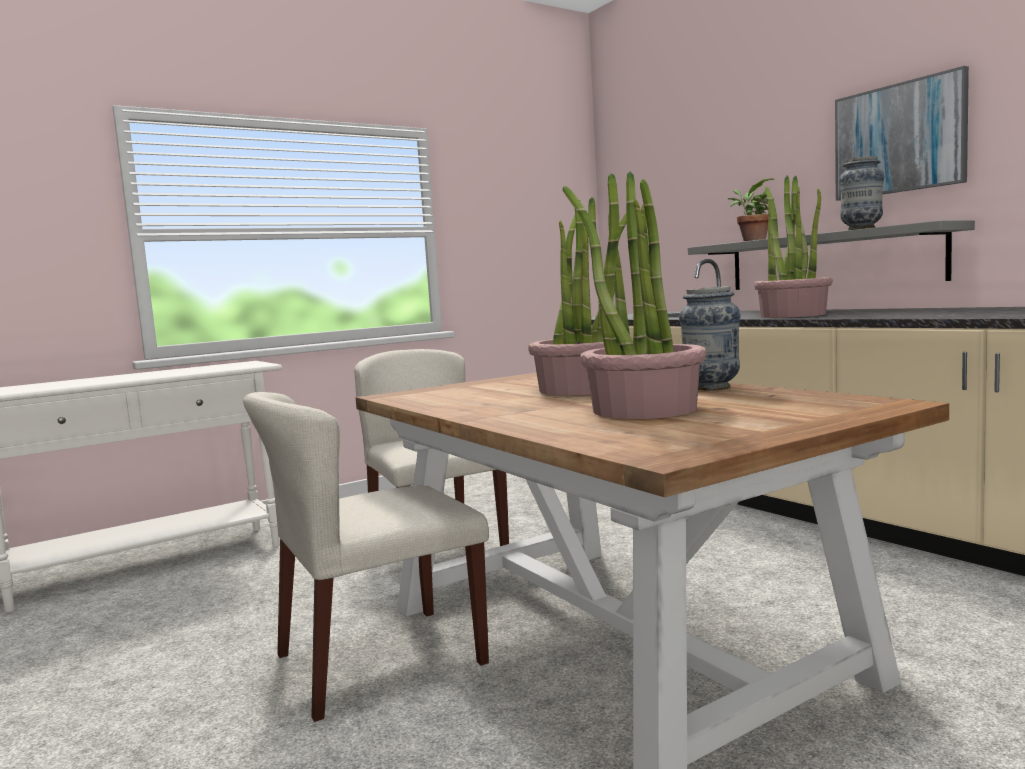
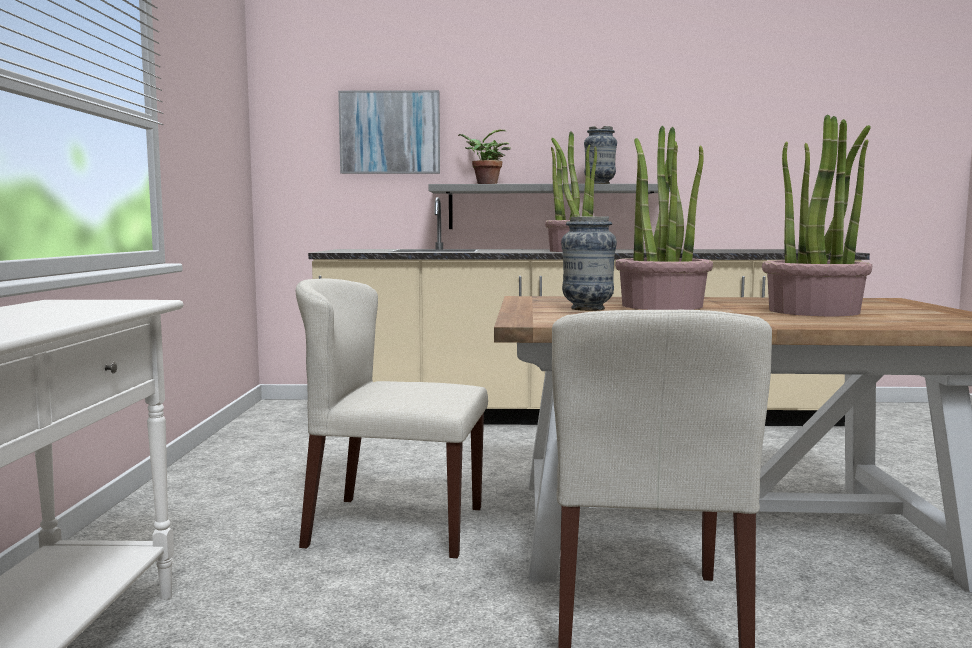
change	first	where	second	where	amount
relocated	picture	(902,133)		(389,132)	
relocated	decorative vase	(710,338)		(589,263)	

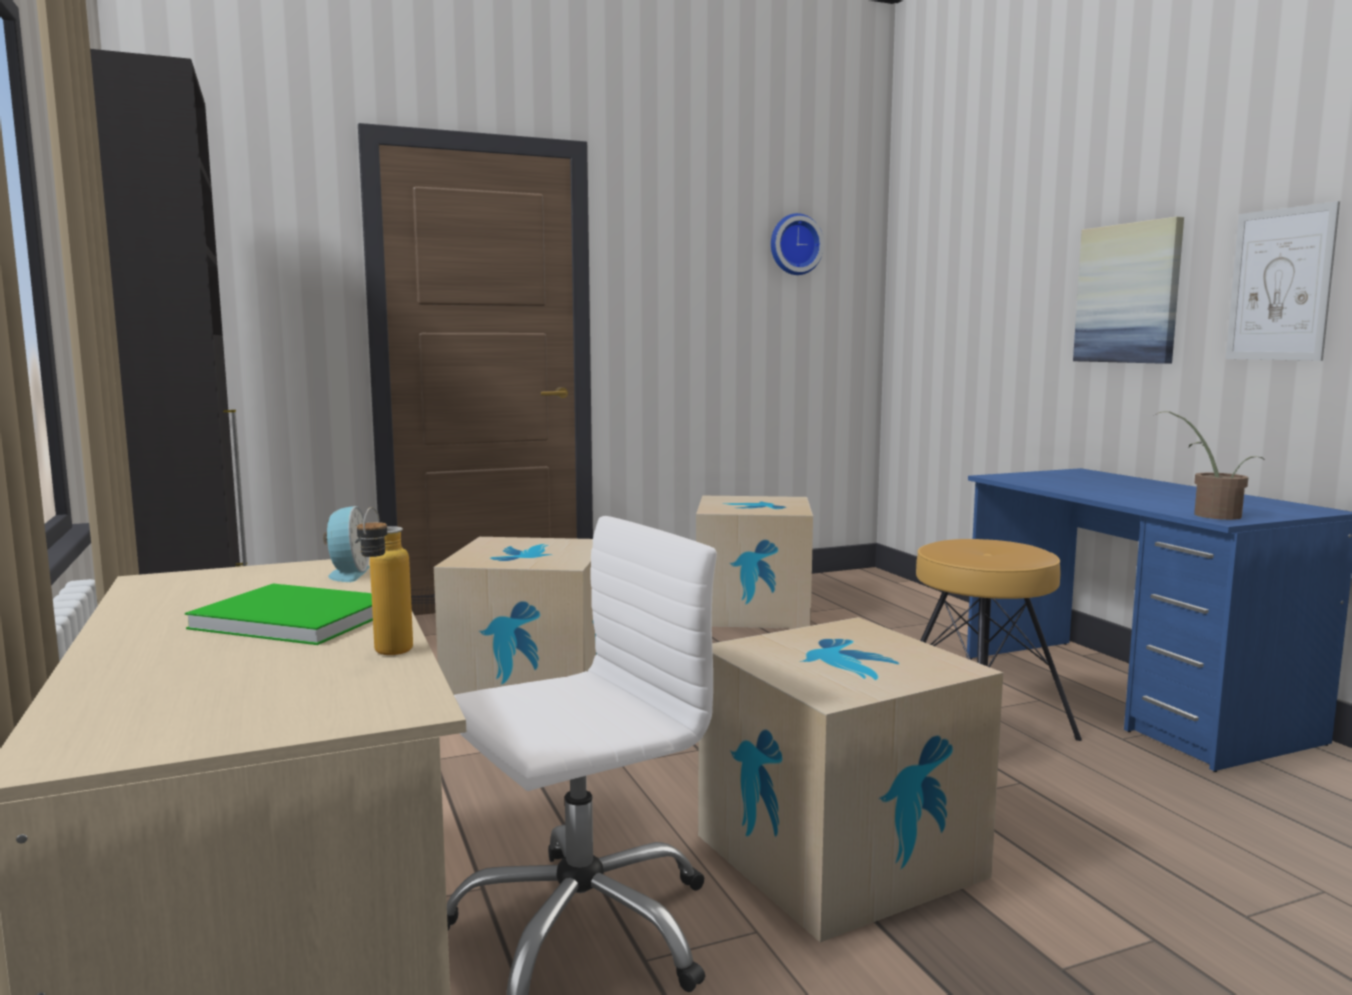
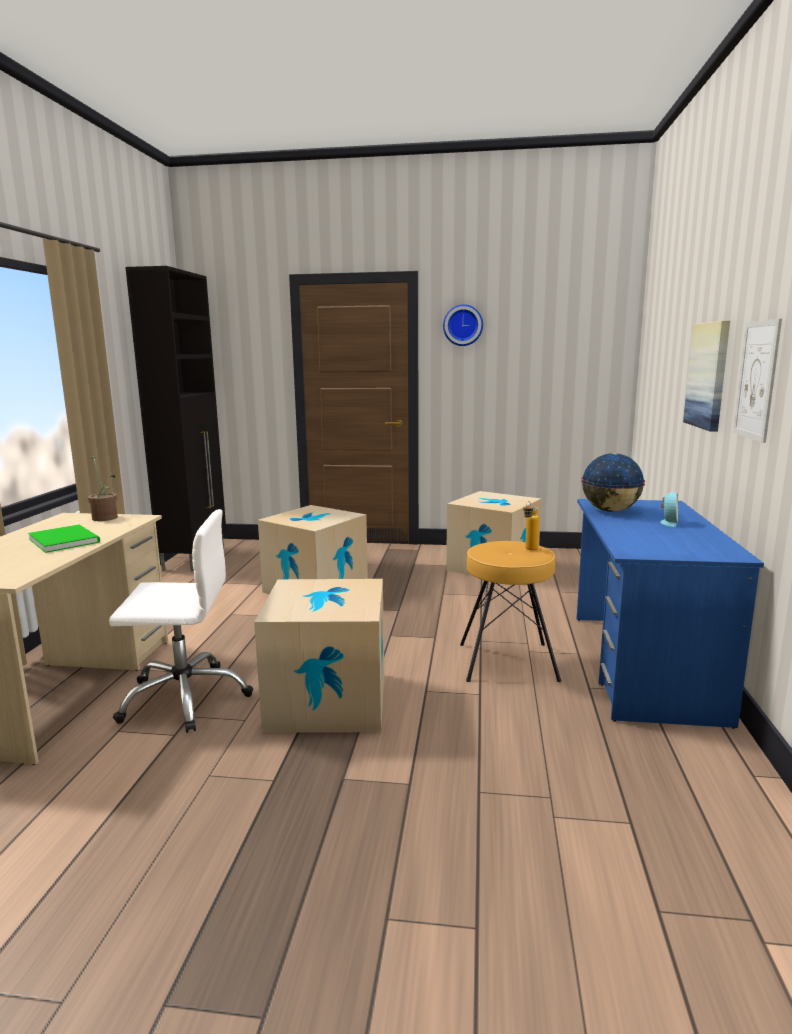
change	first	where	second	where	amount
relocated	potted plant	(1210,465)		(103,488)	
relocated	wall clock	(797,244)		(463,325)	
relocated	bottle	(385,581)		(531,525)	
appeared			globe	(613,482)	
relocated	bedside clock	(346,544)		(669,509)	

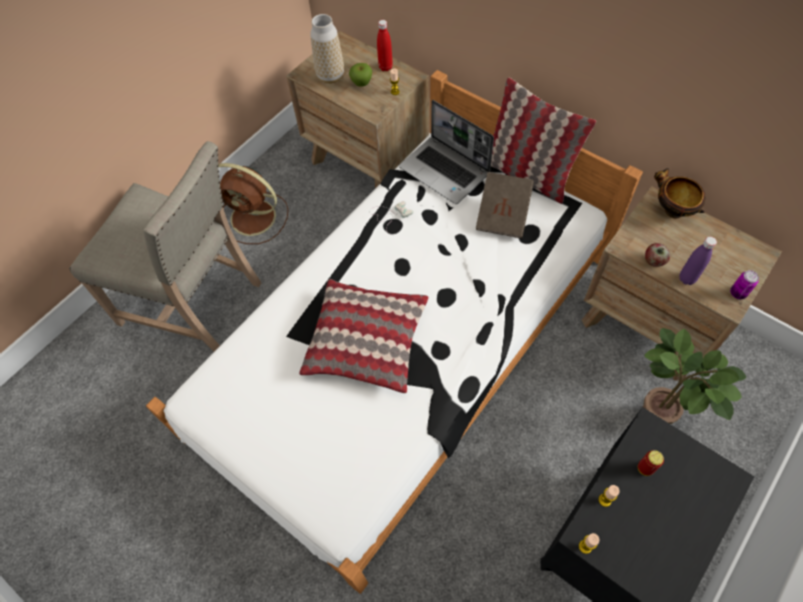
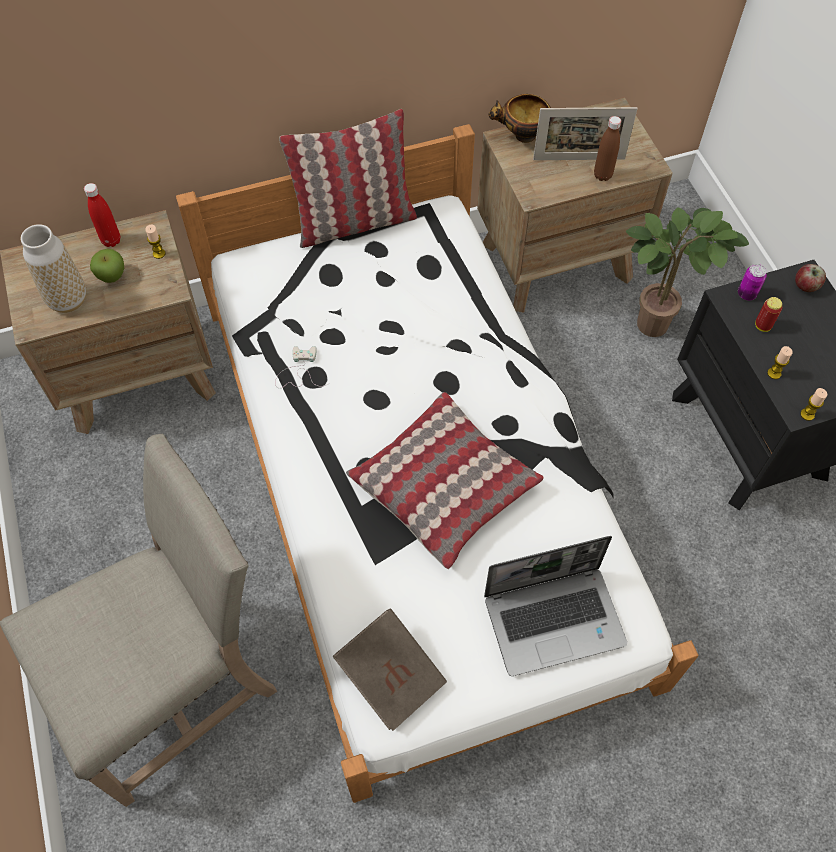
change	first	where	second	where	amount
relocated	book (brownish)	(505,205)		(389,669)	
relocated	laptop	(446,152)		(555,606)	
appeared			picture frame	(585,133)	
colour	bottle (purple)	(698,261)	bottle (brownish)	(607,148)	
relocated	can	(744,284)		(752,282)	
relocated	whole apple	(657,255)		(810,278)	
missing	cooling fan (brownish)	(253,203)			

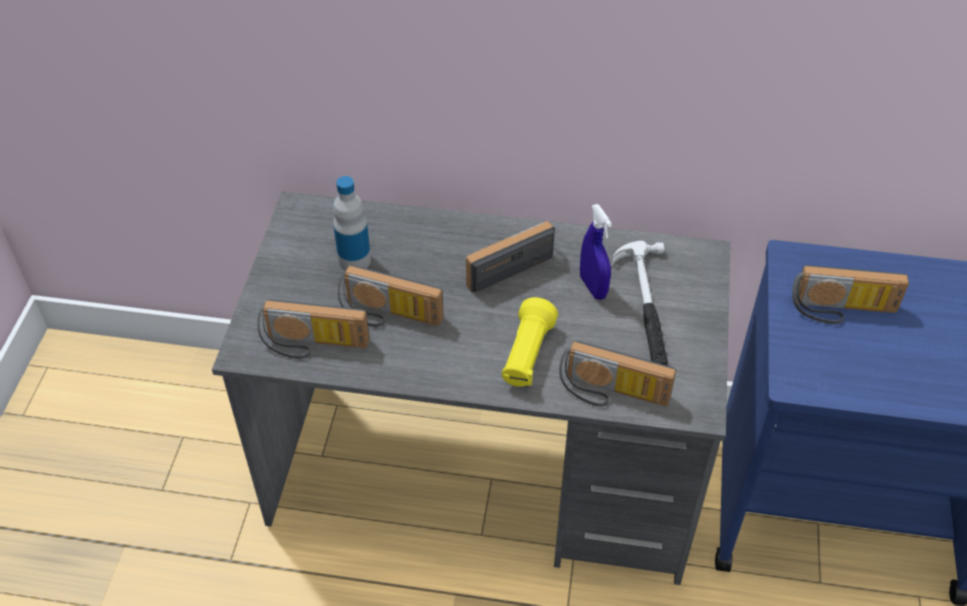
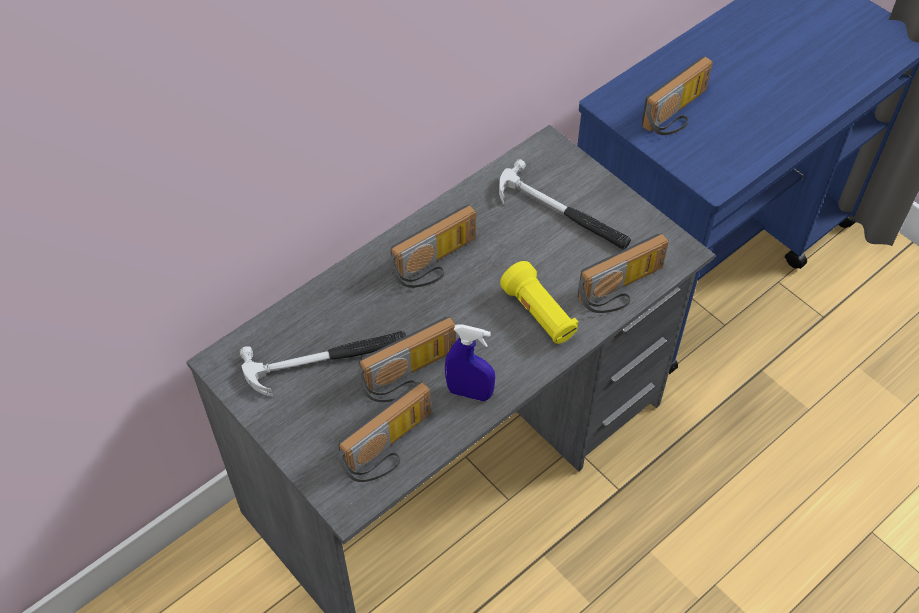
change	first	where	second	where	amount
exchanged	bottle	(352,223)	hammer	(323,364)	
spun	radio set	(511,257)		(433,246)	135 degrees counterclockwise
relocated	hand sprayer (blue-coloured)	(596,252)		(470,362)	

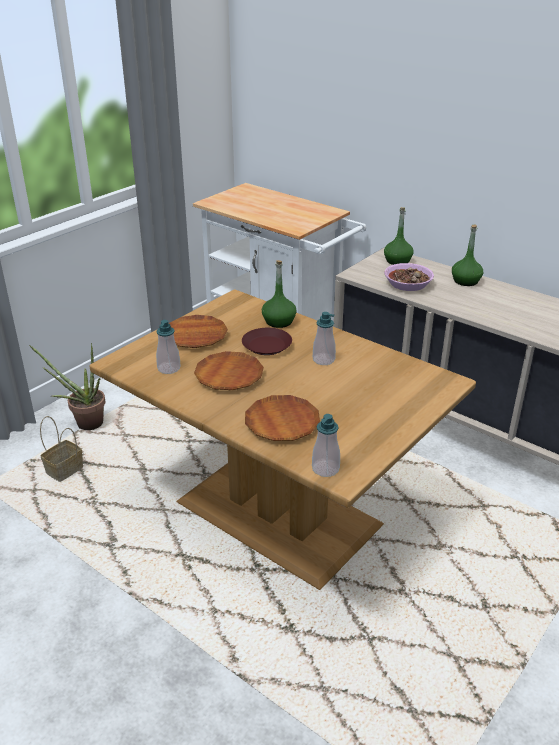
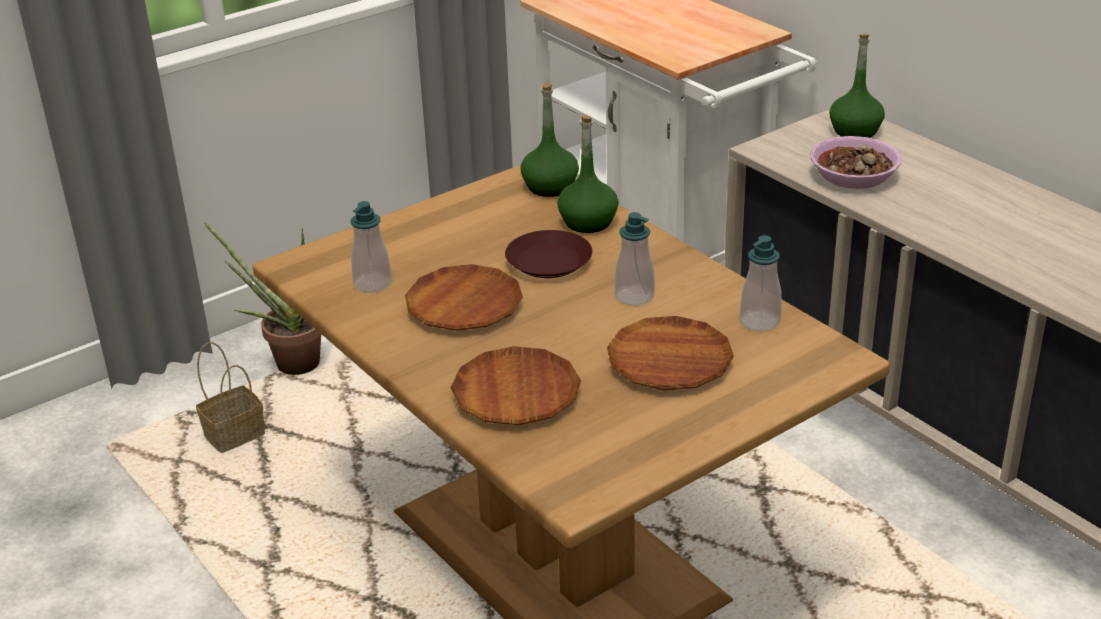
change	first	where	second	where	amount
relocated	bottle (green)	(467,255)		(549,140)	
relocated	flat dish (brownish)	(198,331)		(670,353)	
relocated	soap dispenser	(326,445)		(761,283)	

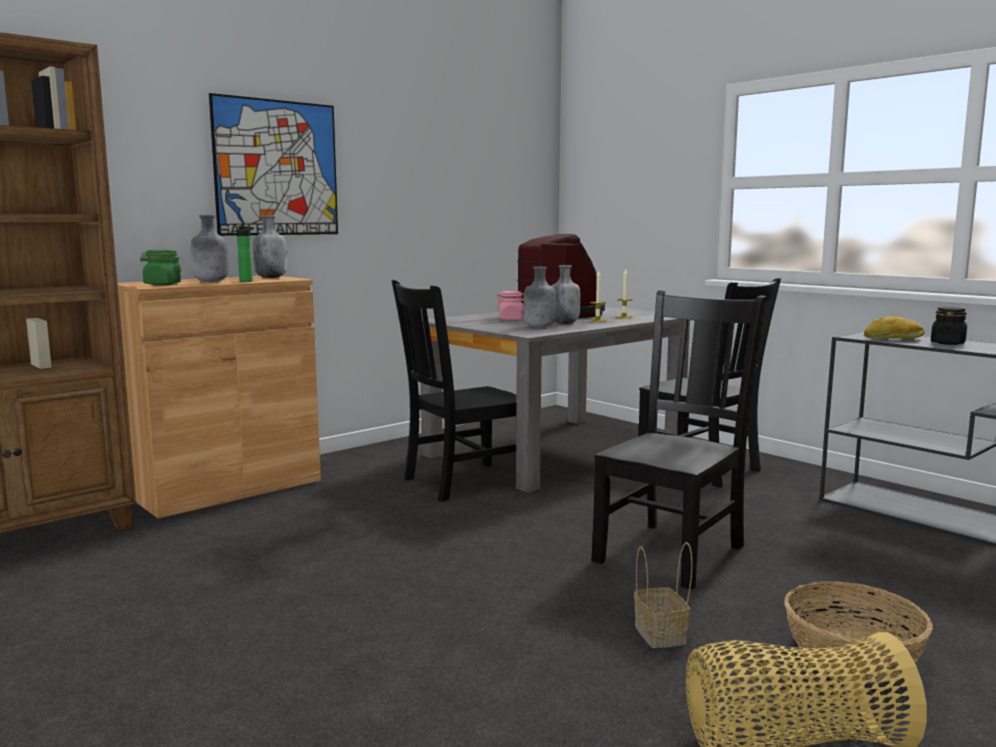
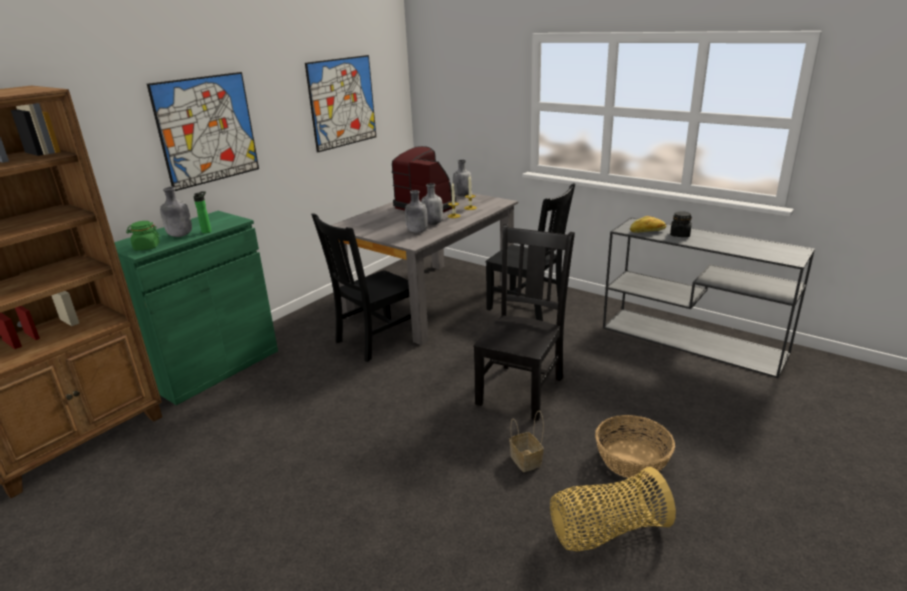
change	first	where	second	where	amount
colour	storage cabinet (brownish)	(219,397)	storage cabinet (green)	(196,308)	
appeared			picture	(340,104)	
relocated	bottle (gray)	(269,246)		(462,178)	
missing	jar (pink-coloured)	(510,306)			

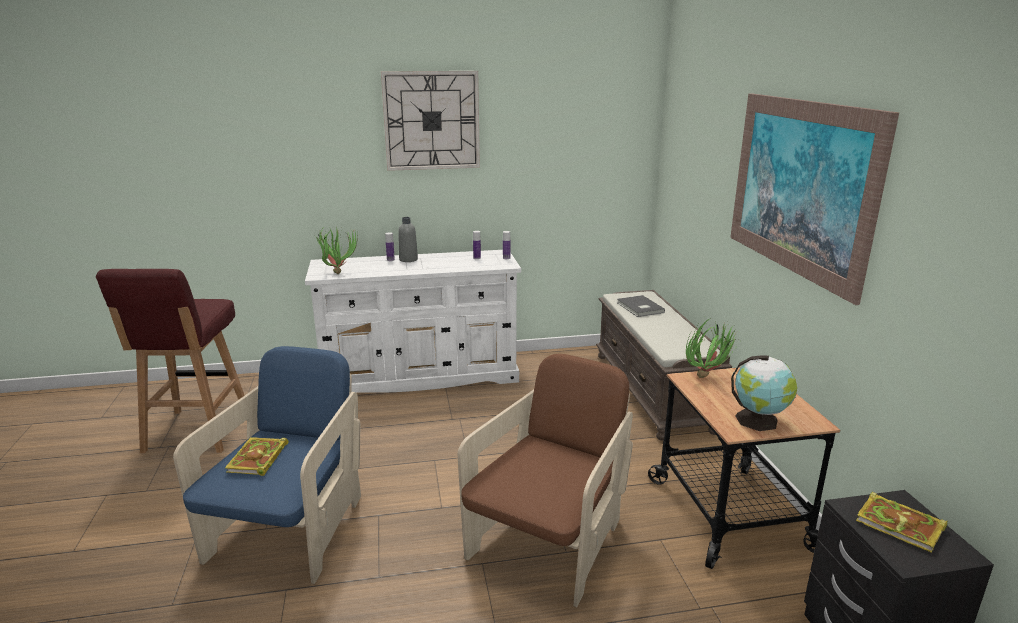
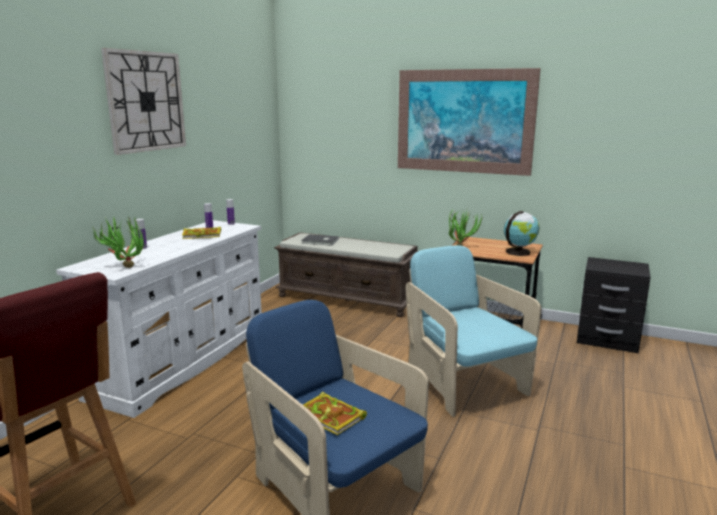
change	first	where	second	where	amount
relocated	book	(901,522)		(201,232)	
colour	armchair (brownish)	(545,480)	armchair (blue-green)	(474,331)	
missing	bottle (gray)	(408,239)			

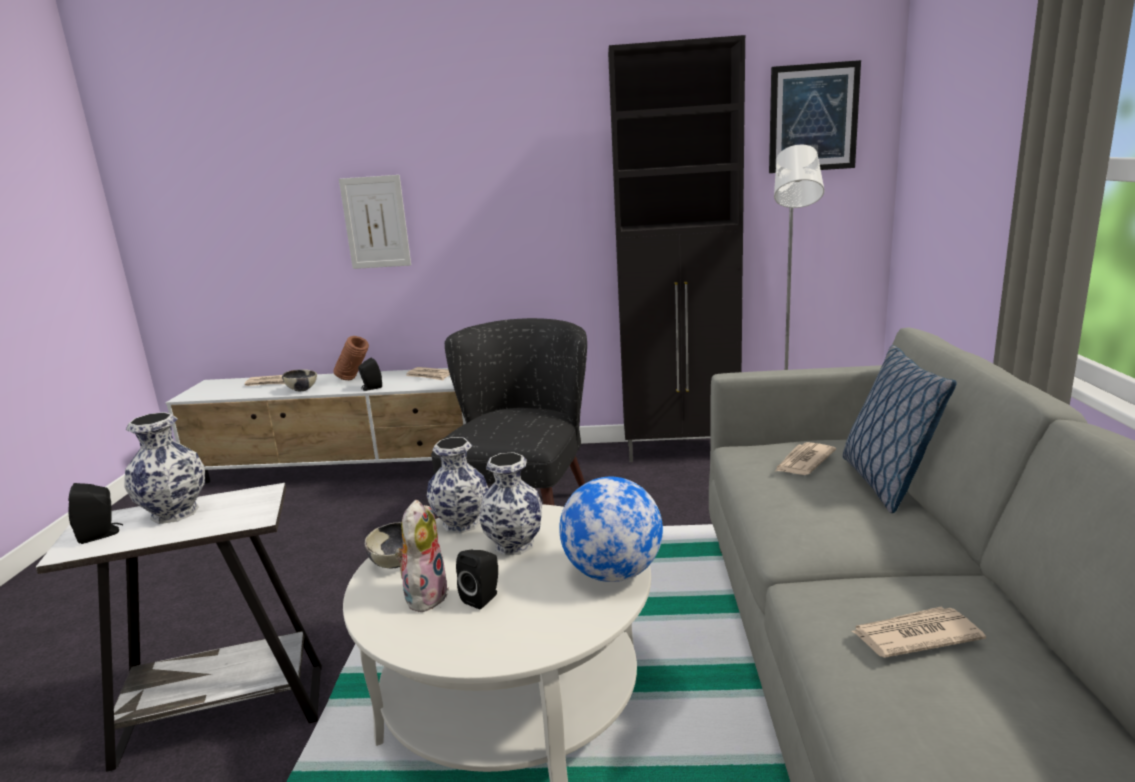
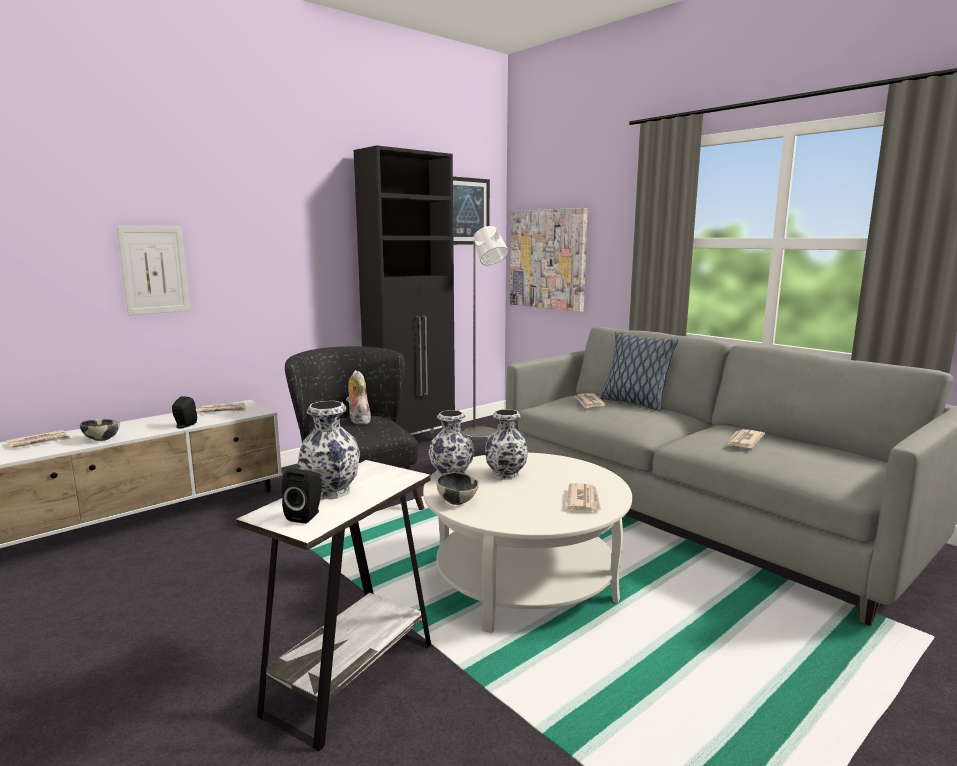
change	first	where	second	where	amount
relocated	soft toy	(422,556)		(359,397)	
appeared			picture	(549,260)	
appeared			printed paper	(584,497)	
missing	decorative vase (brownish)	(351,358)			
missing	speaker (blackish)	(477,579)			
missing	globe	(611,529)			

